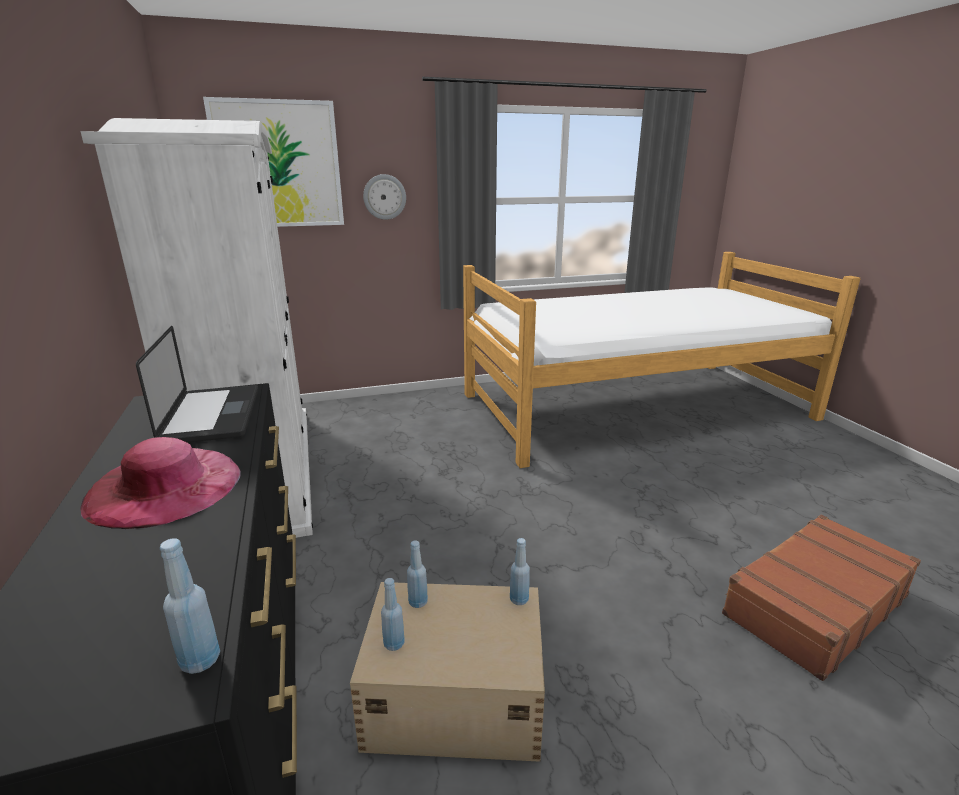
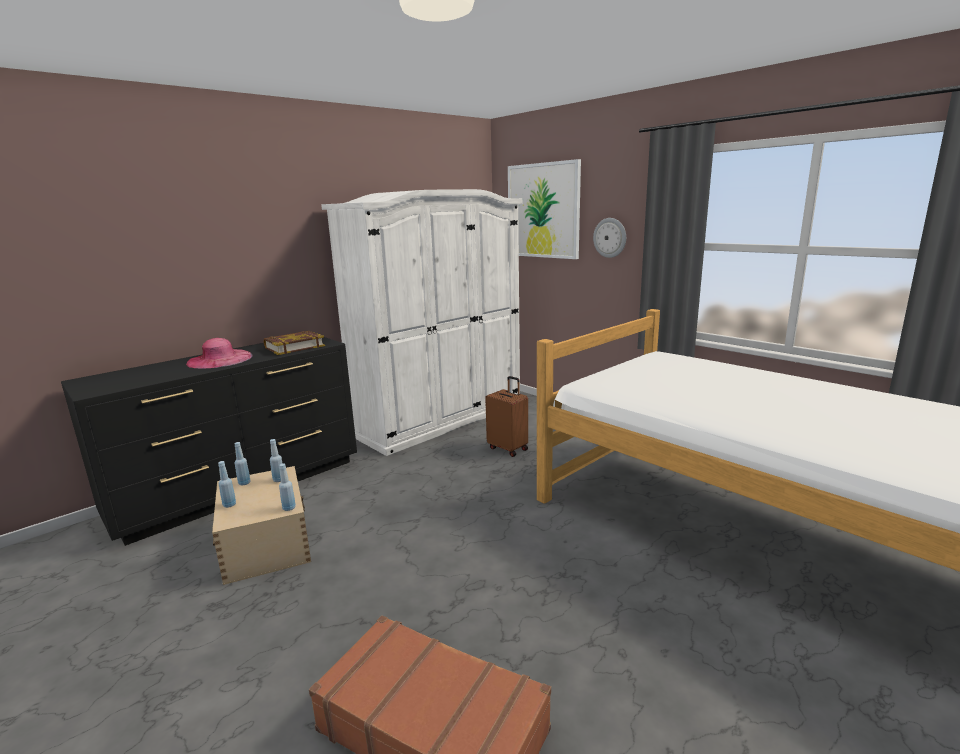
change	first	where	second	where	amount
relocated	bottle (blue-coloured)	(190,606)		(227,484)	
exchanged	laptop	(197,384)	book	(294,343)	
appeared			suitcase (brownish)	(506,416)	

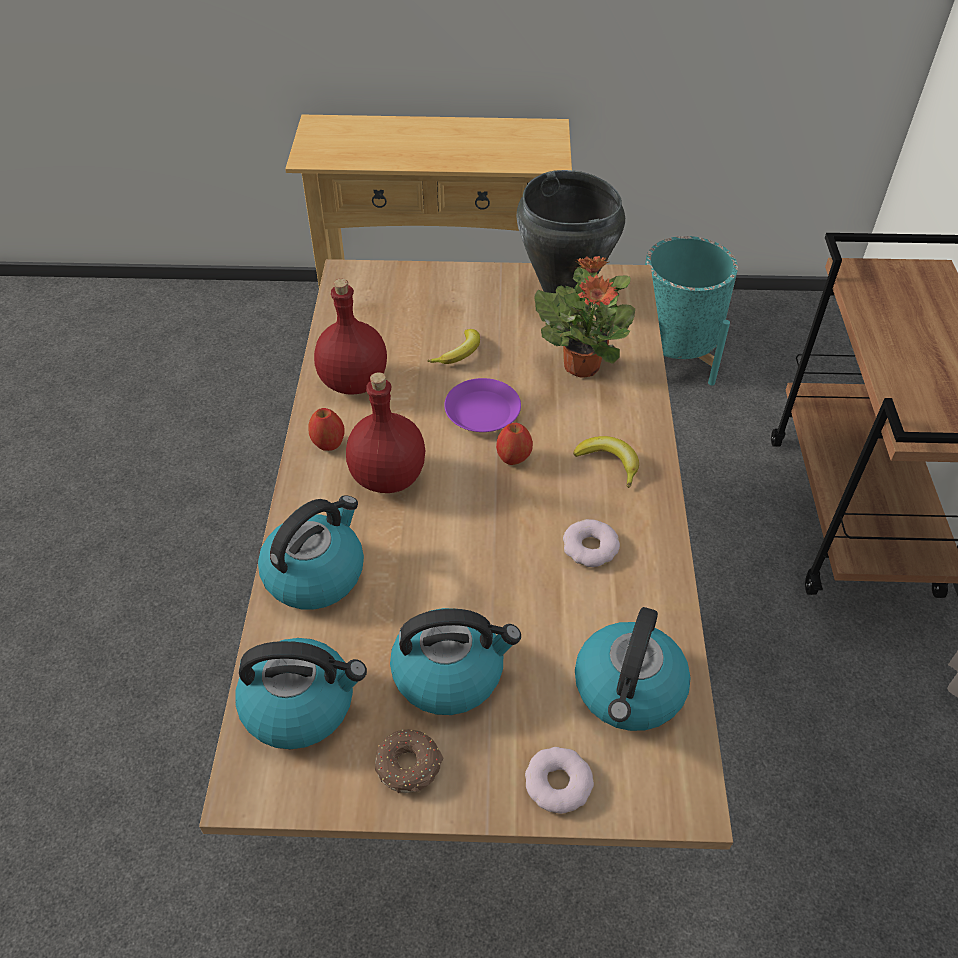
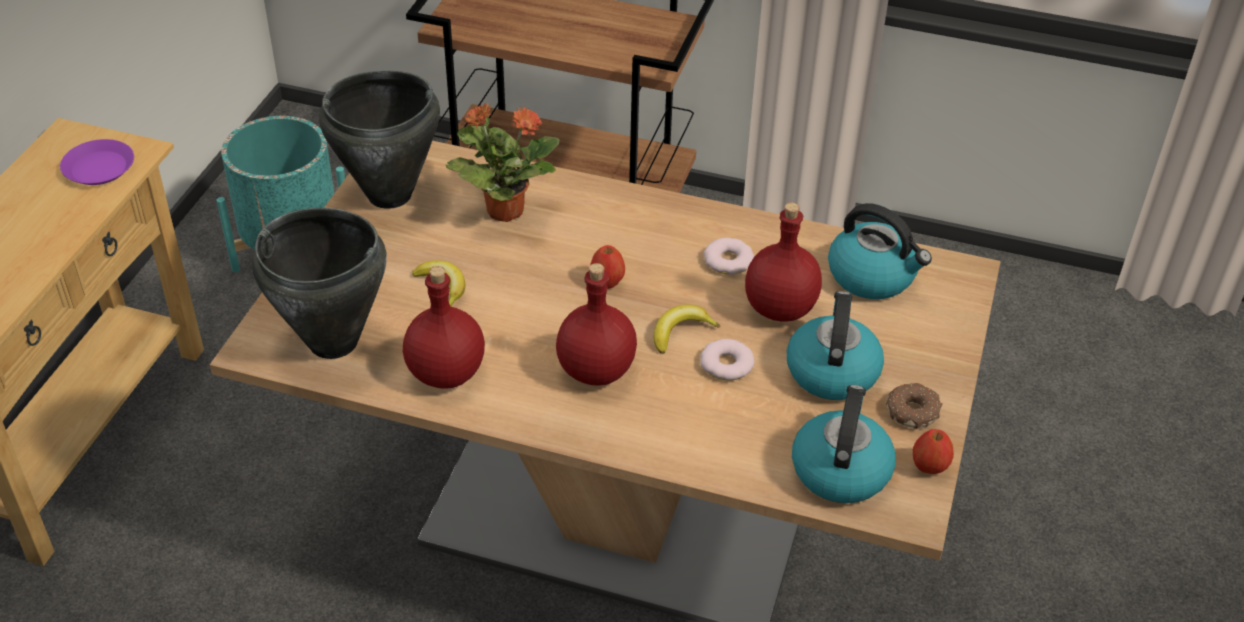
change	first	where	second	where	amount
relocated	flat dish (purple)	(482,405)		(97,162)	
appeared			stockpot (blackish)	(319,283)	
relocated	whole banana	(606,462)		(687,329)	
relocated	doughnut	(559,780)		(727,359)	
appeared			bottle (red-coloured)	(783,261)	
relocated	whole apple	(326,429)		(933,451)	
missing	kettle	(311,552)			

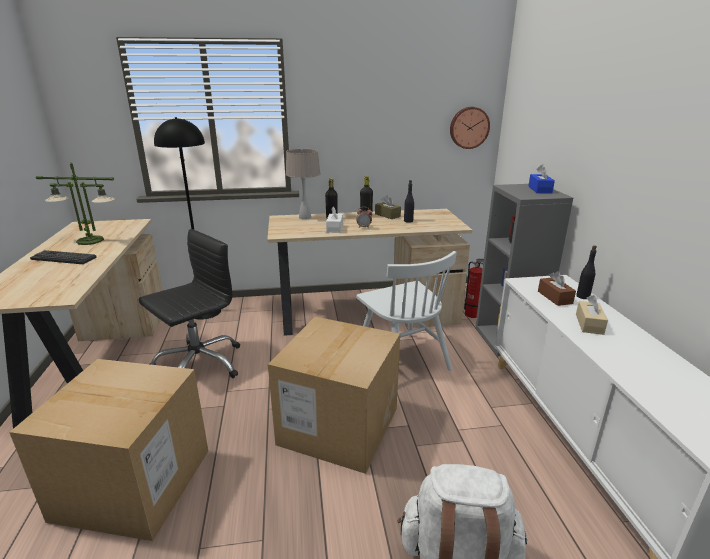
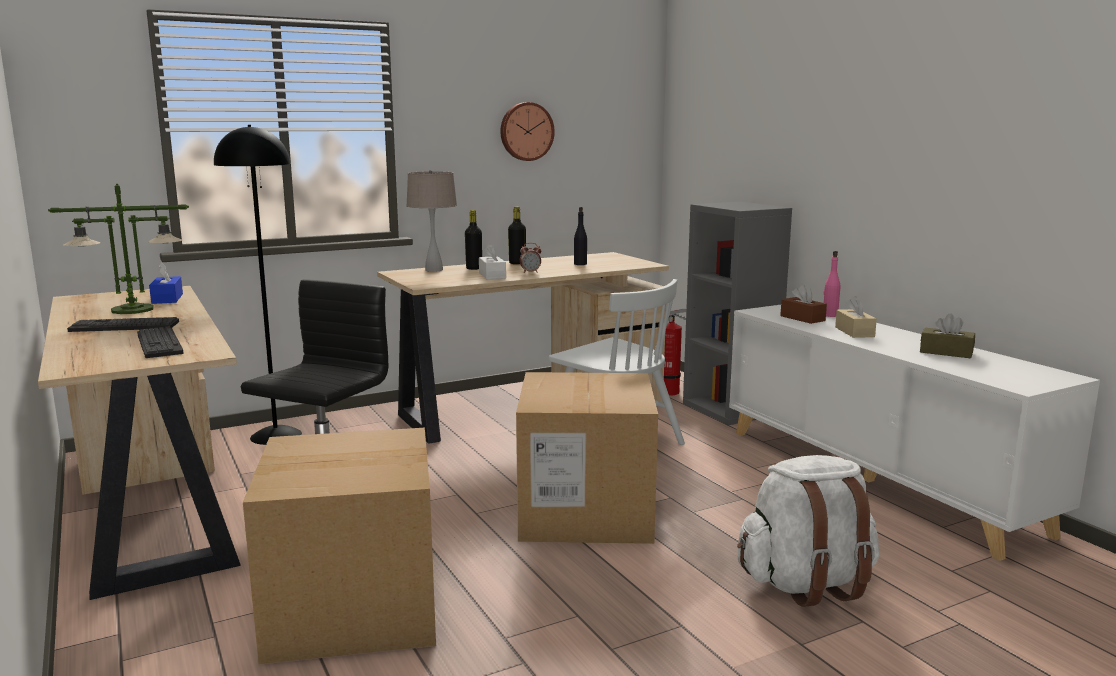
change	first	where	second	where	amount
appeared			keyboard	(160,342)	
relocated	tissue box (blue-coloured)	(542,179)		(166,283)	
relocated	wall clock	(470,128)		(527,131)	
colour	bottle (blackish)	(586,272)	bottle (pink-coloured)	(832,284)	
relocated	tissue box (brownish)	(388,207)		(947,335)	

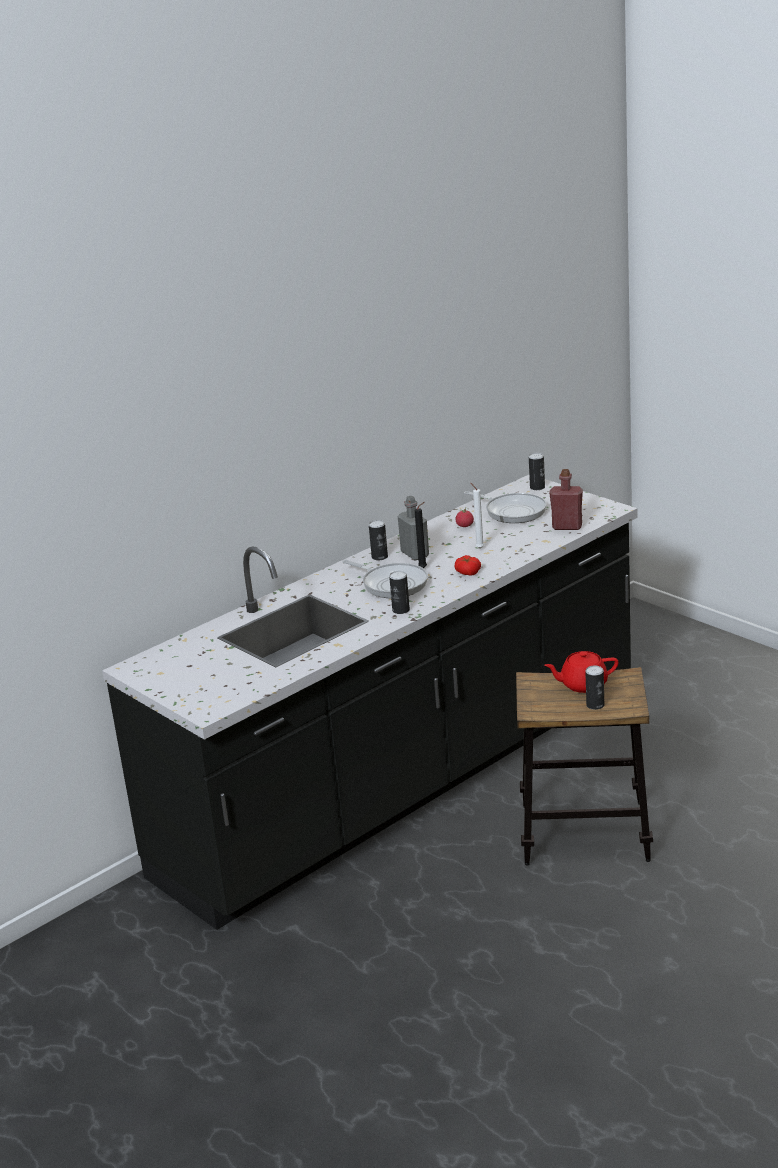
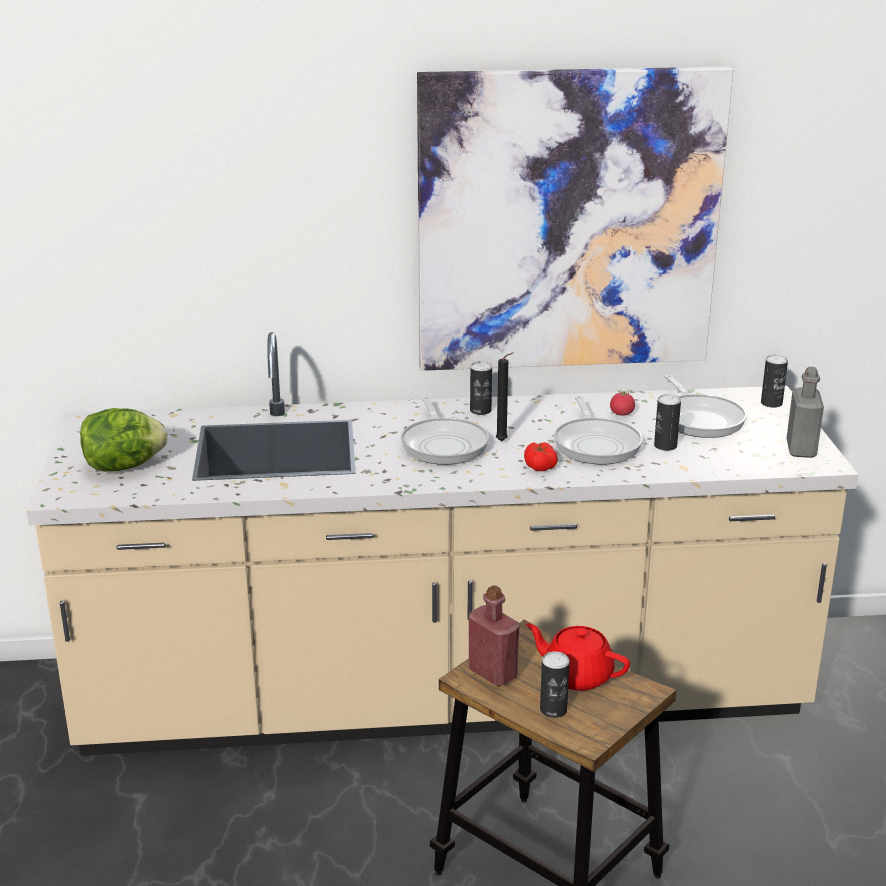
change	first	where	second	where	amount
colour	counter (blackish)	(370,702)	counter (sand-coloured)	(443,544)	
appeared			lettuce	(124,440)	
appeared			picture	(575,219)	
relocated	bottle (red-coloured)	(566,499)		(494,636)	
exchanged	wax light (whitish)	(477,515)	frying pan	(598,430)	
relocated	can	(399,592)		(667,422)	
relocated	bottle (gray)	(413,528)		(805,412)	

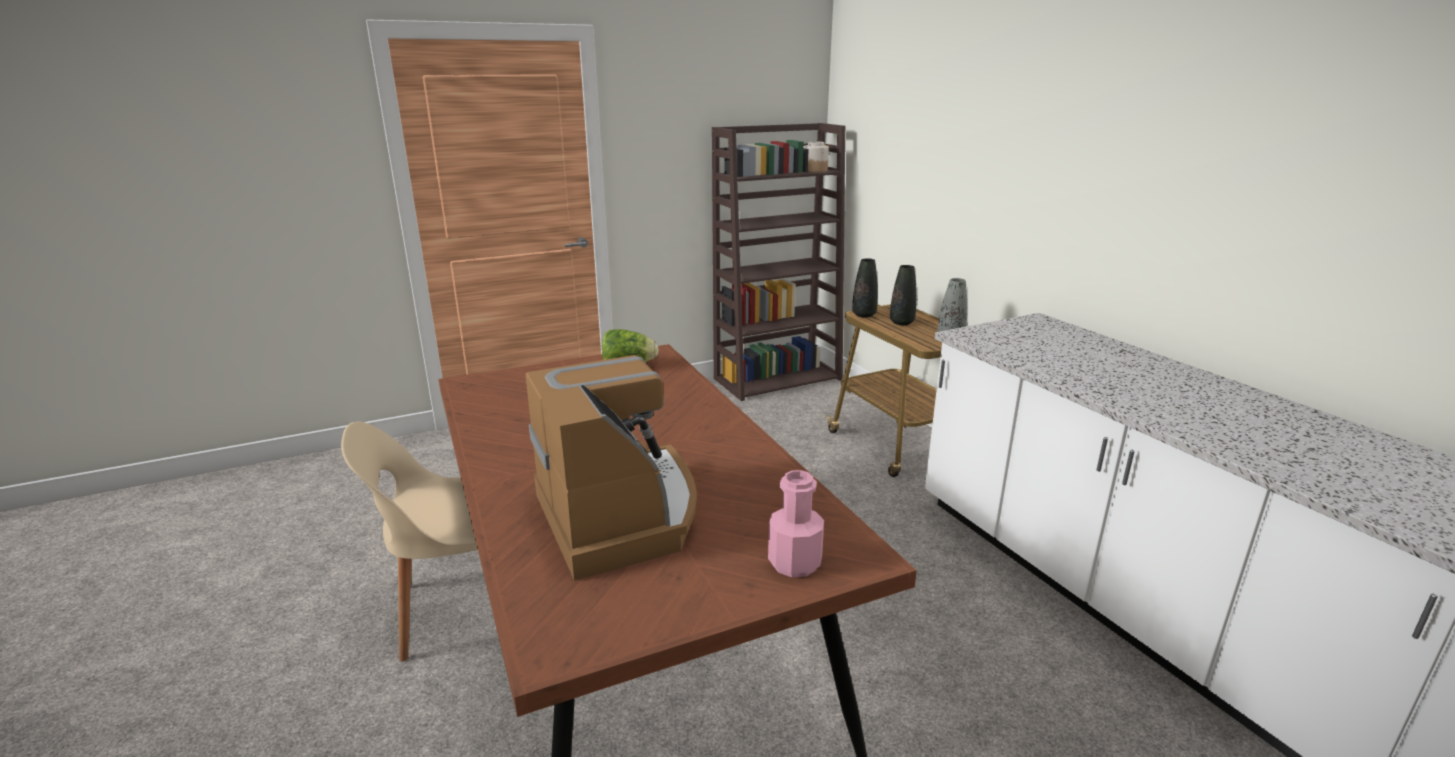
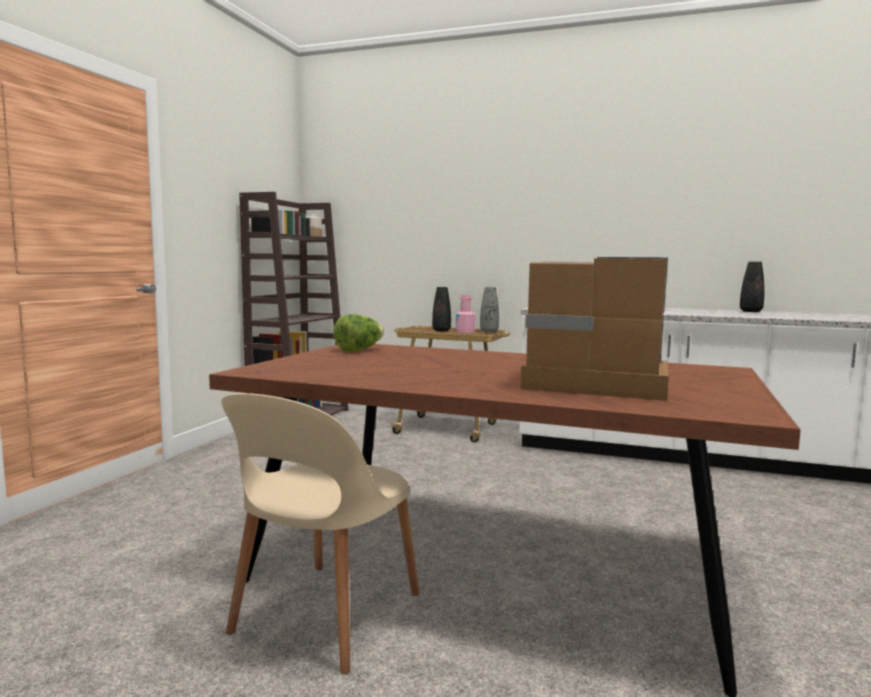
change	first	where	second	where	amount
relocated	bottle (pink-coloured)	(796,523)		(466,314)	
relocated	decorative vase (blackish)	(865,288)		(752,287)	

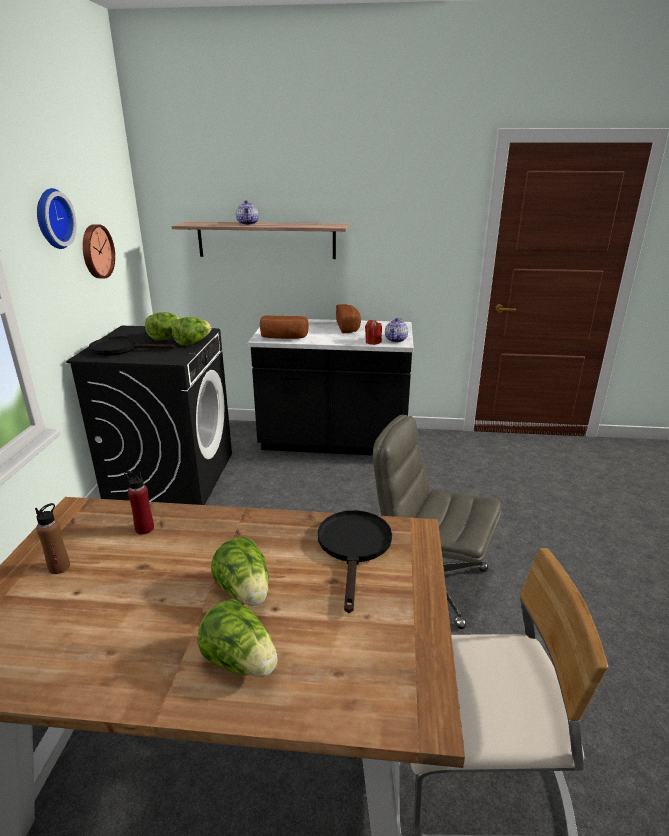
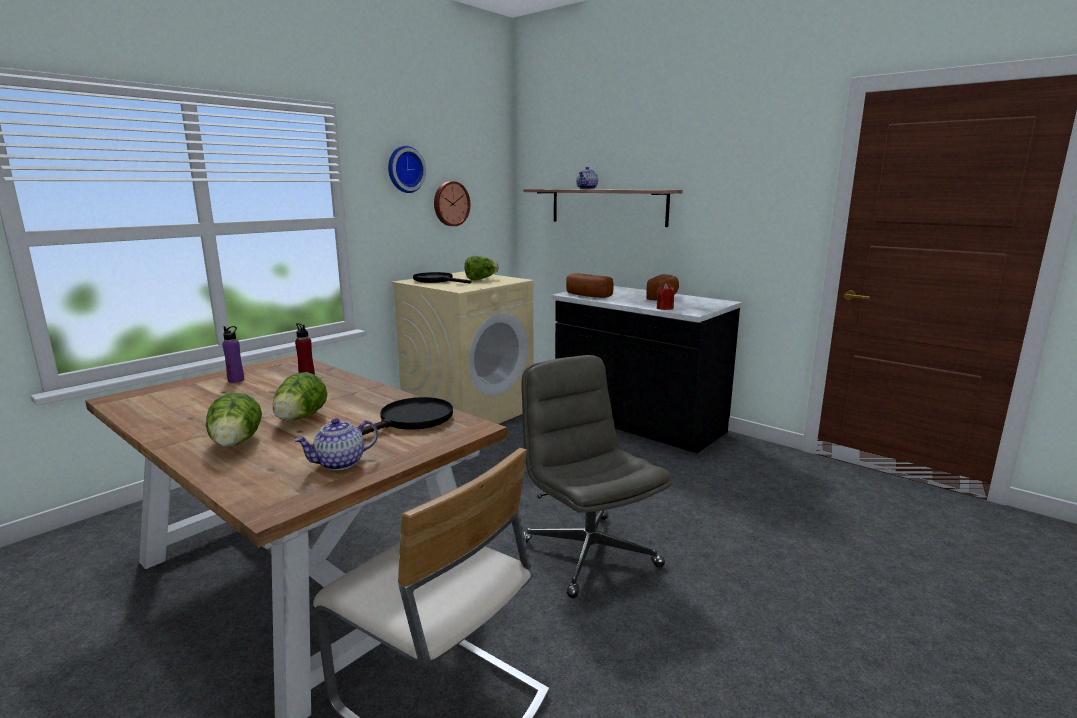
change	first	where	second	where	amount
colour	bottle (brownish)	(52,538)	bottle (purple)	(233,354)	
relocated	pot for tea	(396,330)		(336,444)	
colour	washing machine (blackish)	(149,415)	washing machine (sand-coloured)	(462,347)	
missing	lettuce	(192,331)			

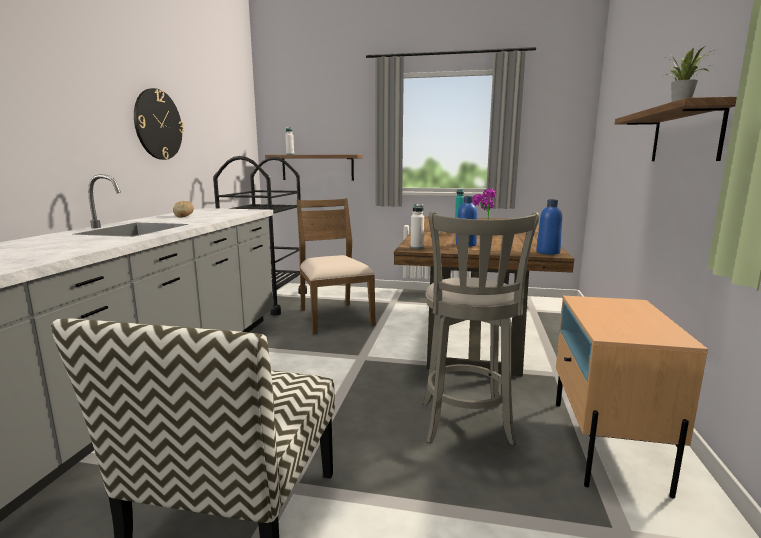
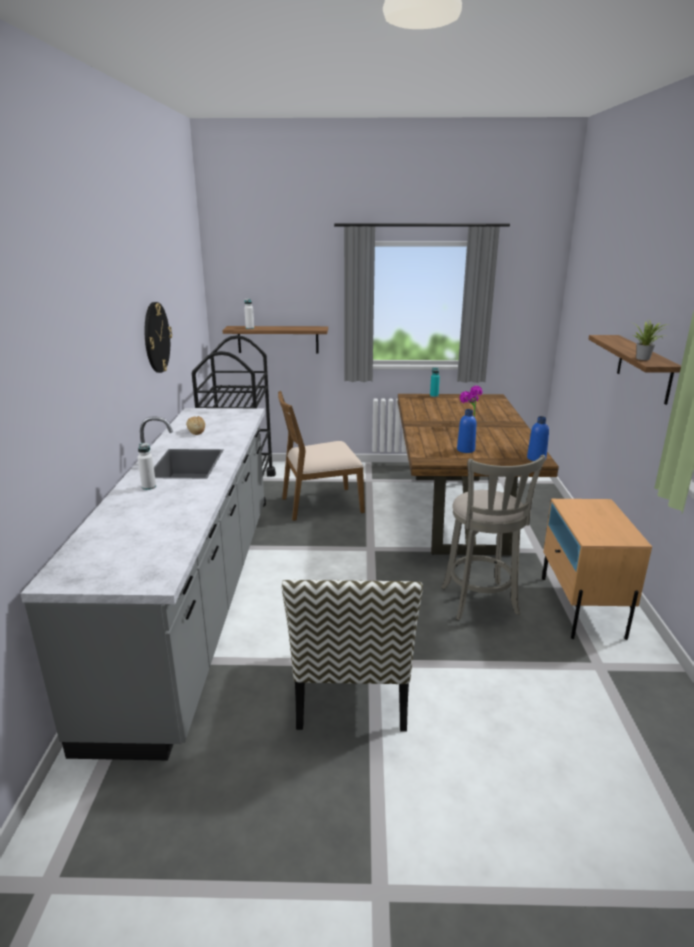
change	first	where	second	where	amount
relocated	bottle (whitish)	(417,226)		(146,466)	
spun	plain chair (brownish)	(336,266)		(321,456)	75 degrees counterclockwise

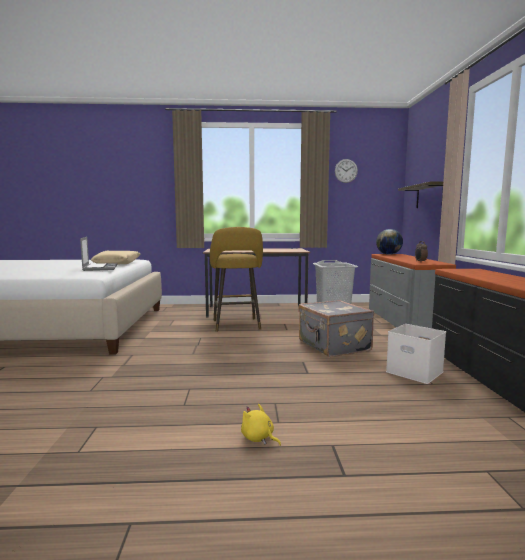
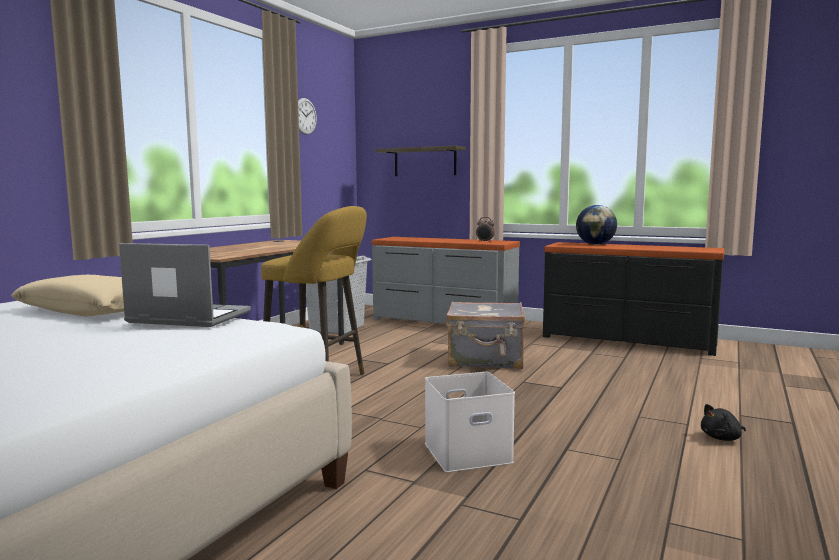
change	first	where	second	where	amount
relocated	storage container (whitish)	(416,354)		(470,422)	
relocated	globe	(389,242)		(596,225)	
colour	soft toy (yellow)	(261,425)	soft toy (blackish)	(723,422)	

